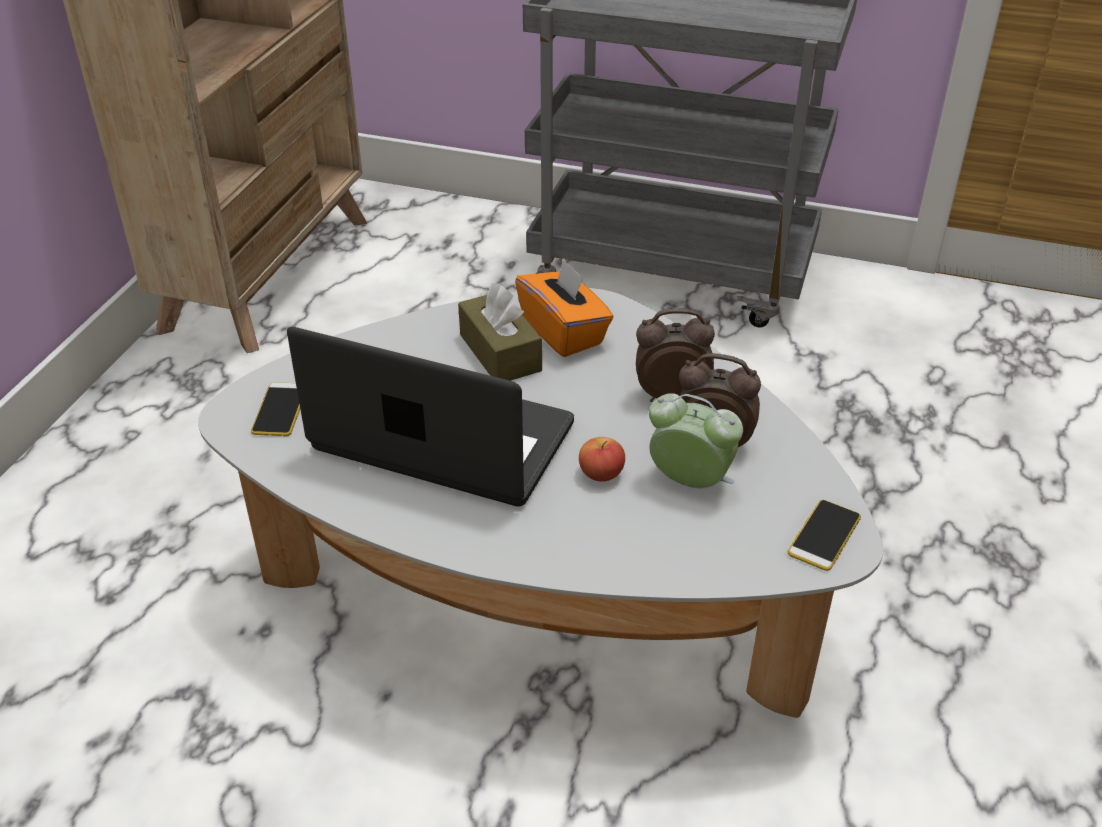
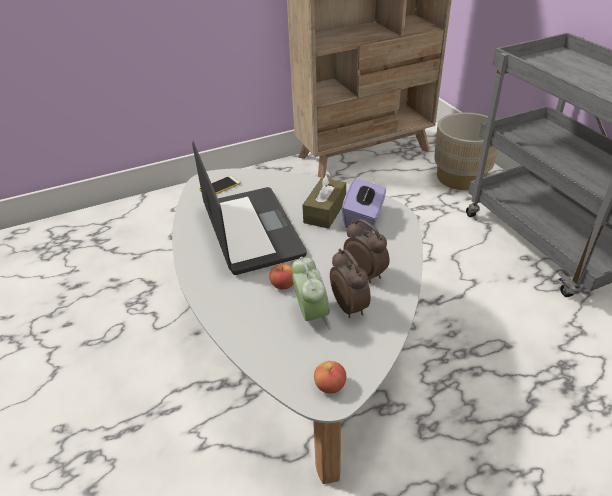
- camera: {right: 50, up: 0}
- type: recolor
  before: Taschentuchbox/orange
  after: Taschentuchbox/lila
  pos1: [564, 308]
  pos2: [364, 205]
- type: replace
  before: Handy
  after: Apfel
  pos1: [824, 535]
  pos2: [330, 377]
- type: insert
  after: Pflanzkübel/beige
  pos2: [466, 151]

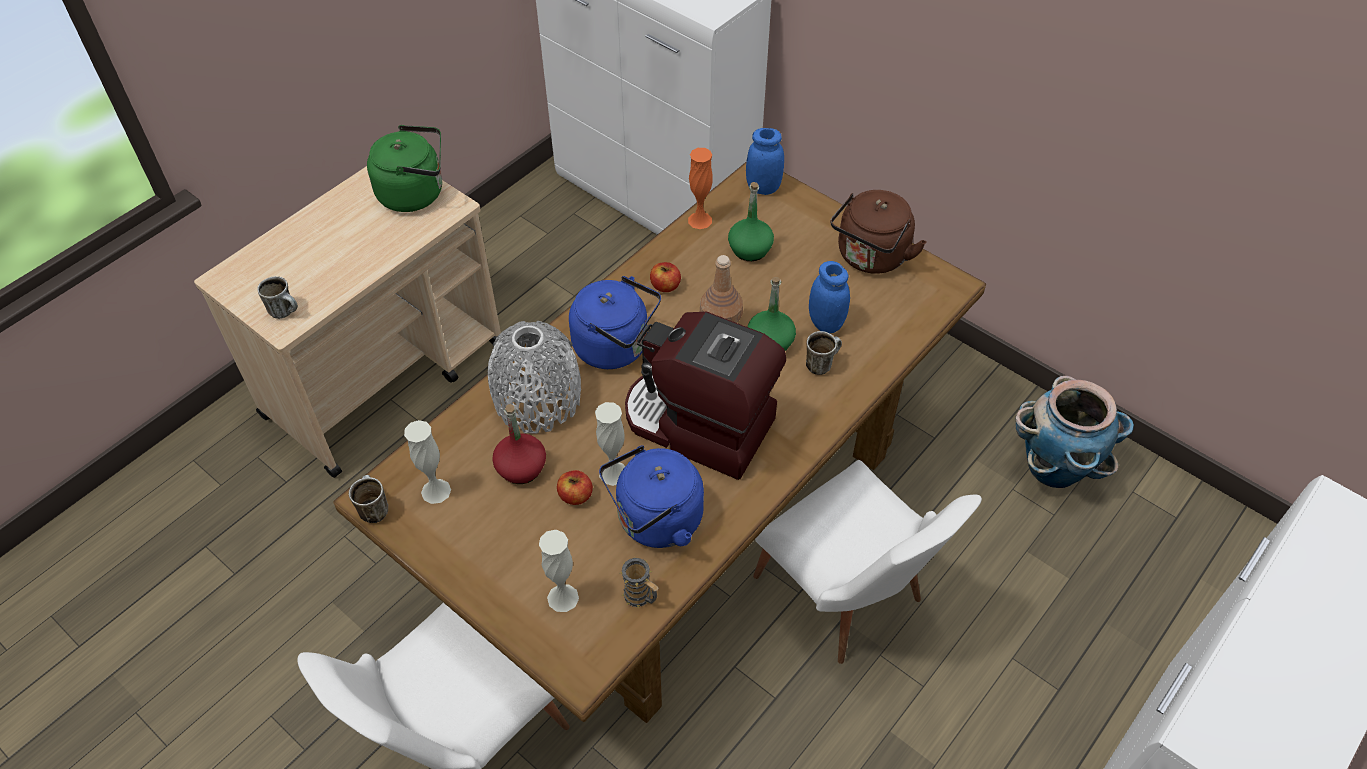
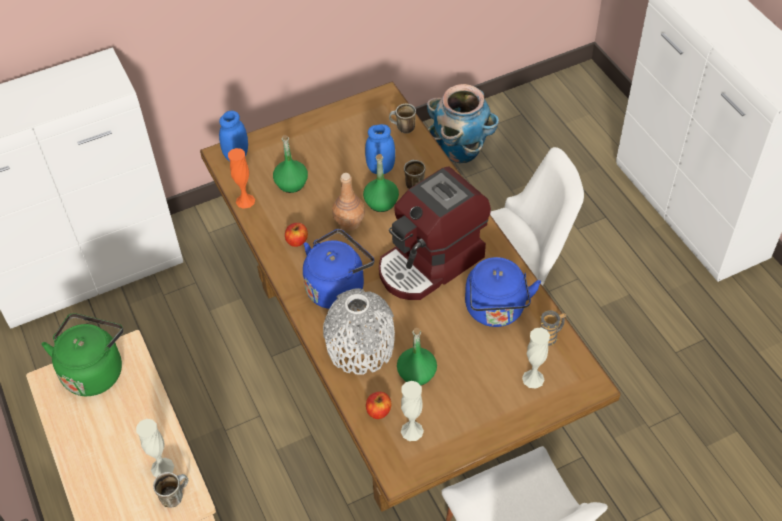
- camera: {right: -65, up: 0}
- type: move
  before: Henkelbecher
  pos1: [368, 499]
  pos2: [402, 118]
- type: recolor
  before: Flasche/rot
  after: Flasche/grün
  pos1: [519, 444]
  pos2: [417, 357]
- type: move
  before: Apfel
  pos1: [575, 487]
  pos2: [379, 405]
- type: move
  before: Vase/weiß
  pos1: [610, 444]
  pos2: [155, 448]
- type: delete
  before: Wasserkessel/braun
  pos1: [878, 232]

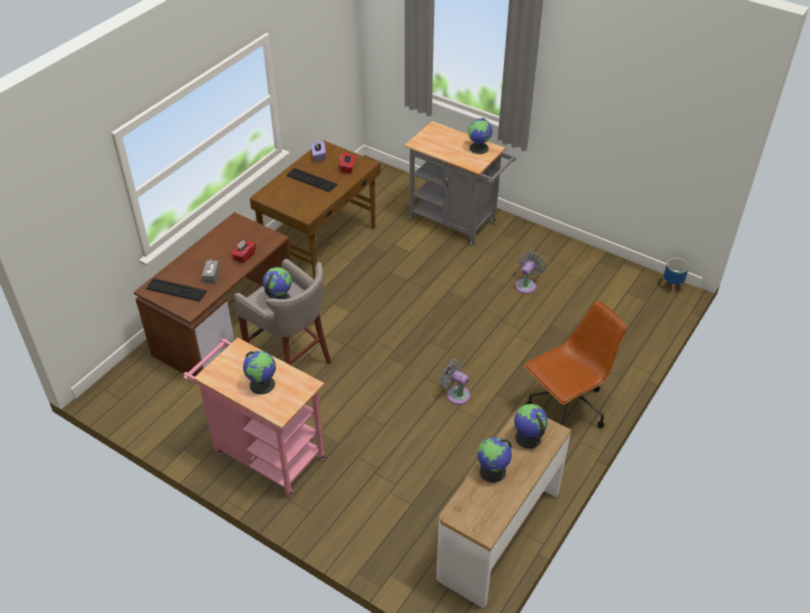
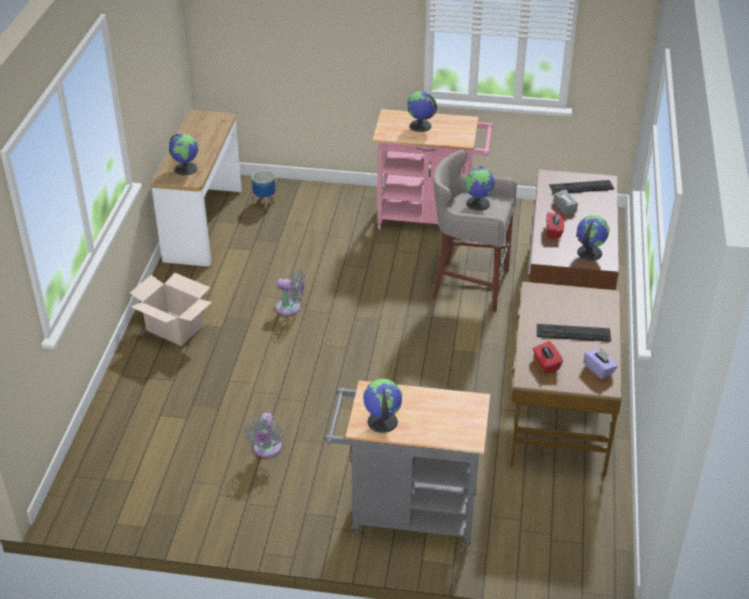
- camera: {right: 155, up: -5}
- type: move
  before: Globus
  pos1: [494, 460]
  pos2: [593, 238]
- type: replace
  before: Bürostuhl/braun
  after: Karton
  pos1: [575, 365]
  pos2: [171, 309]
- type: move
  before: Pflanzkübel
  pos1: [675, 276]
  pos2: [264, 189]

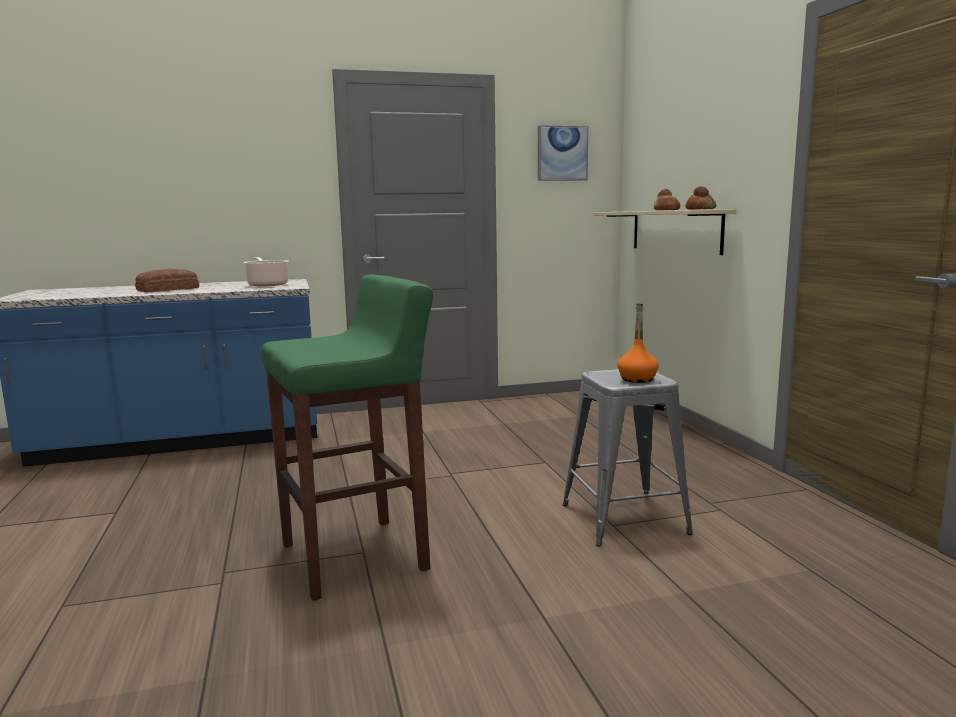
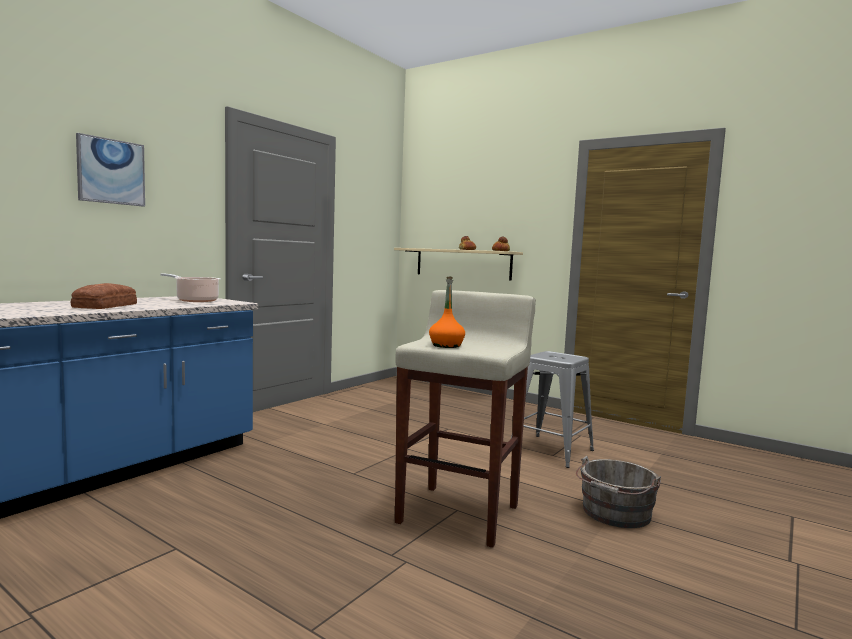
- camera: {right: -40, up: -5}
- type: recolor
  before: Hocker/grün
  after: Hocker/beige
  pos1: [347, 437]
  pos2: [465, 419]
- type: move
  before: Bild
  pos1: [563, 153]
  pos2: [110, 170]
- type: move
  before: Flasche/orange
  pos1: [638, 343]
  pos2: [447, 312]
- type: insert
  after: Eimer/grau
  pos2: [618, 492]

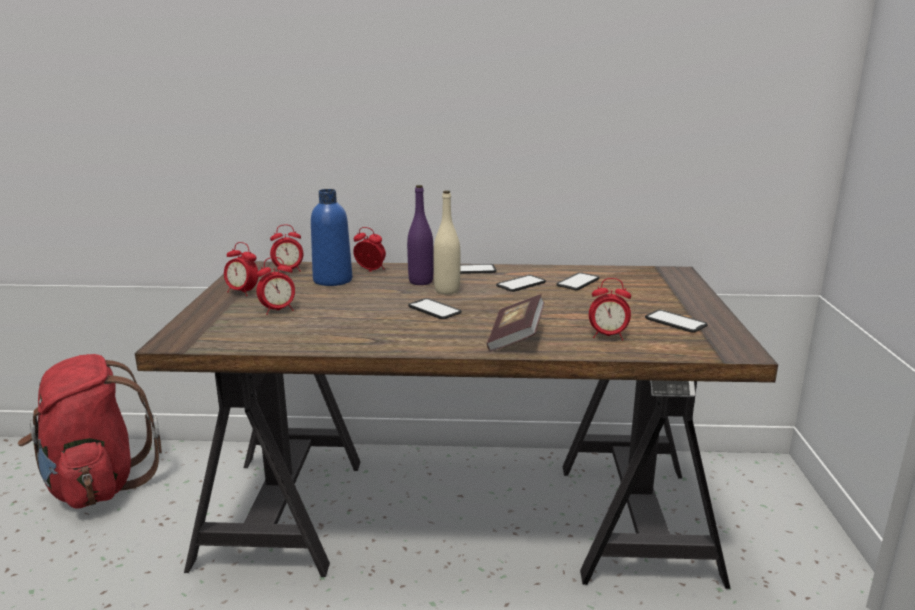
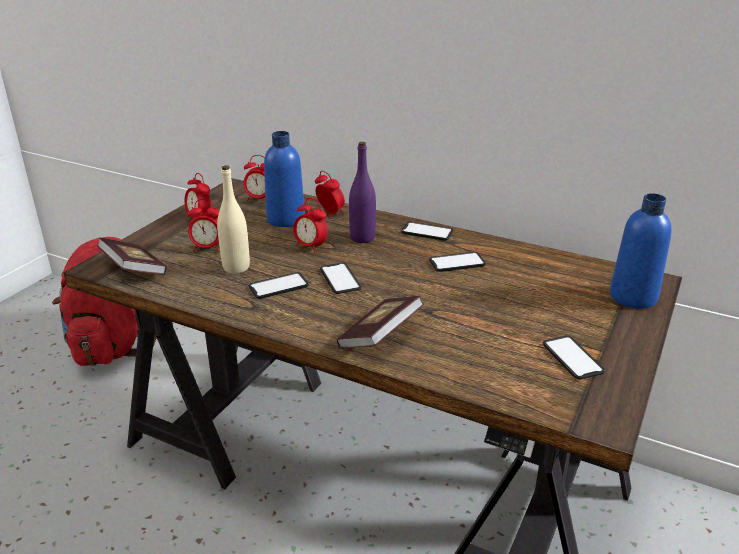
- camera: {right: 25, up: 10}
- type: move
  before: Flasche/beige
  pos1: [447, 242]
  pos2: [233, 219]
- type: move
  before: Handy
  pos1: [577, 281]
  pos2: [278, 285]
- type: move
  before: Wecker
  pos1: [610, 309]
  pos2: [310, 225]
- type: insert
  after: Buch
  pos2: [131, 256]
- type: insert
  after: Flasche/blau
  pos2: [641, 251]

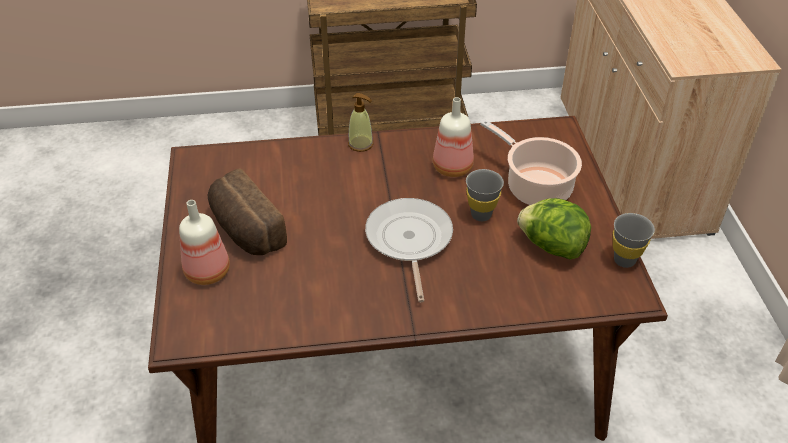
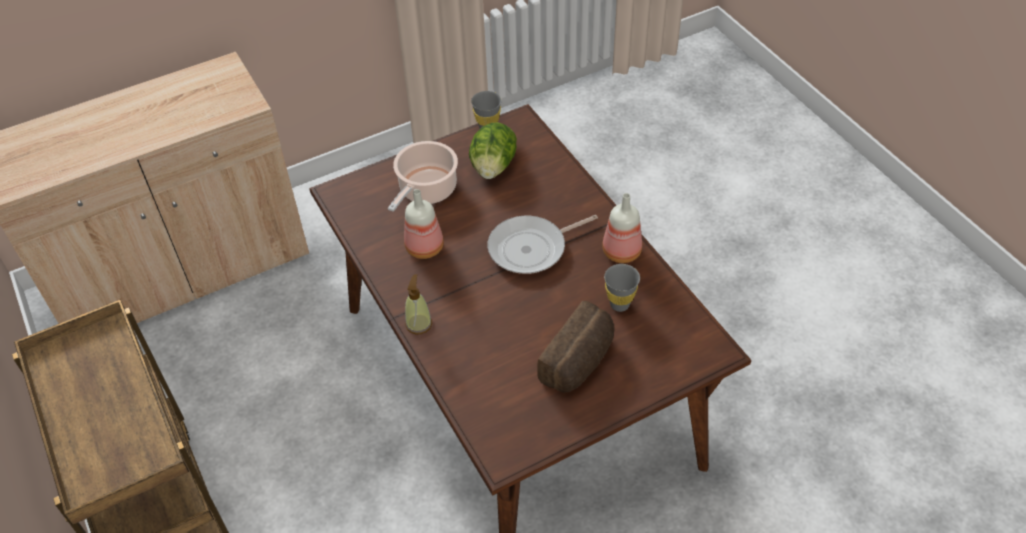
- camera: {right: -110, up: 5}
- type: move
  before: Flasche
  pos1: [204, 242]
  pos2: [622, 228]
- type: move
  before: Tasse/grau
  pos1: [485, 195]
  pos2: [622, 288]

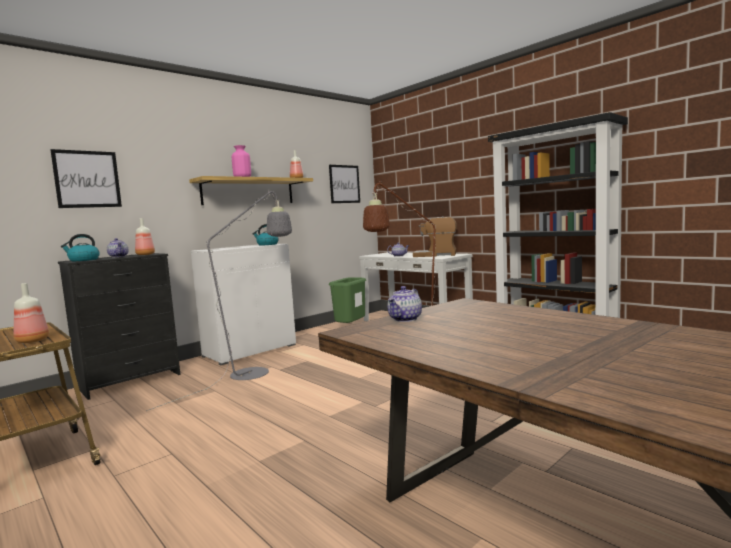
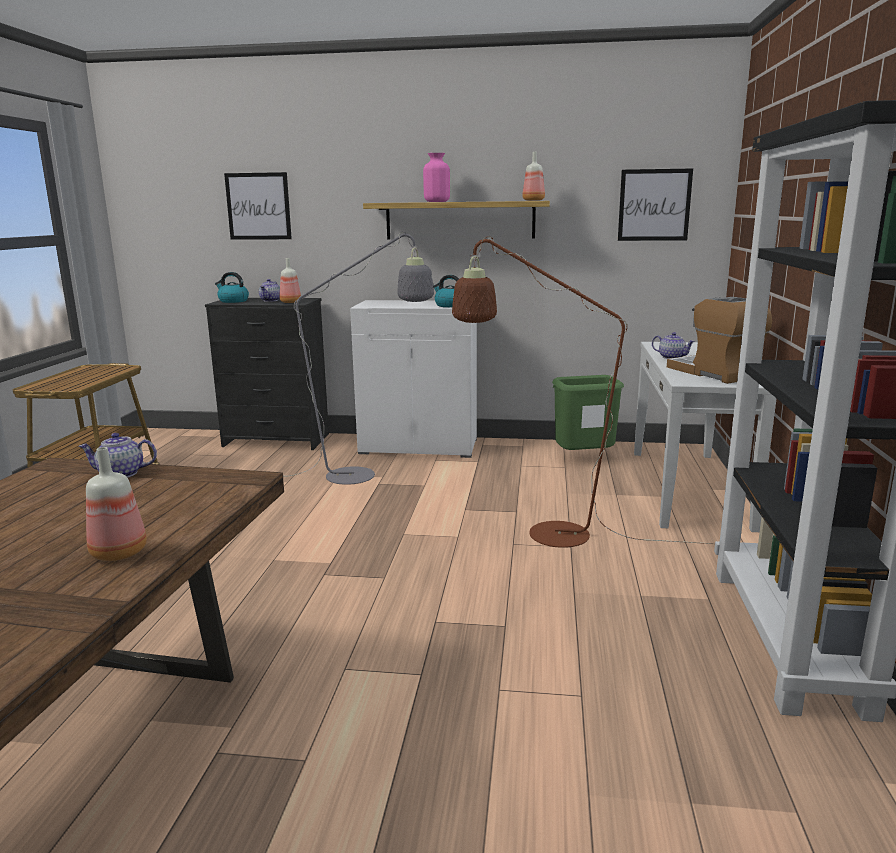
- camera: {right: 50, up: 10}
- type: move
  before: Flasche
  pos1: [31, 313]
  pos2: [116, 504]

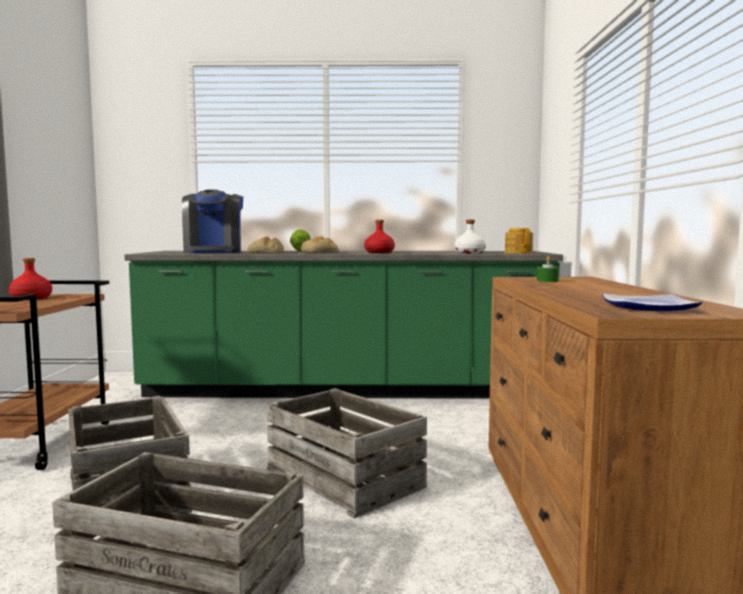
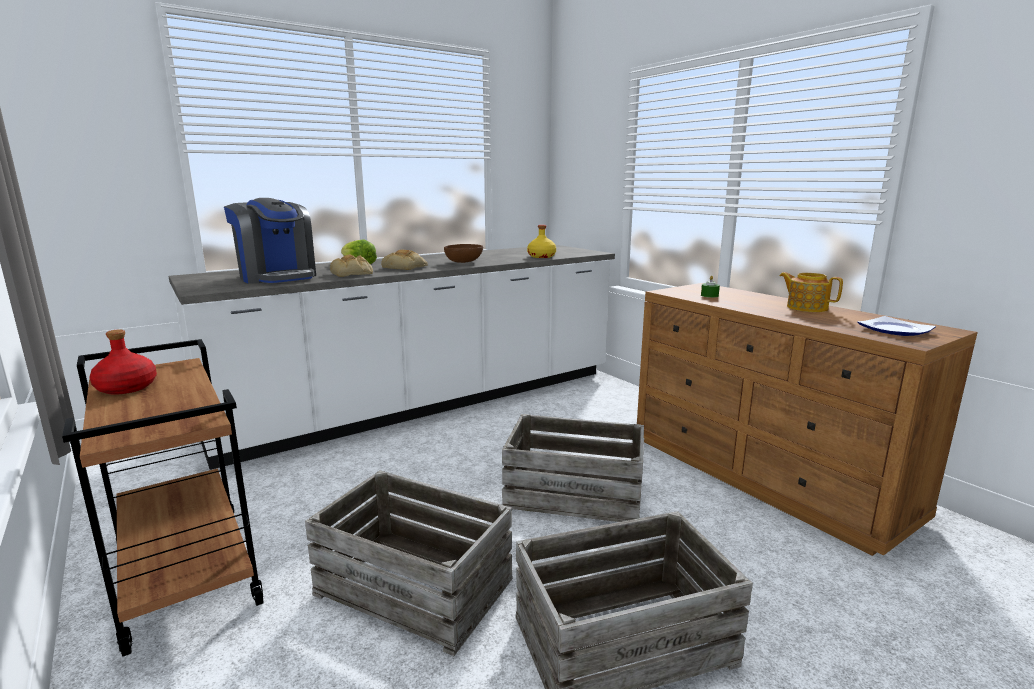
- camera: {right: -35, up: 10}
- type: recolor
  before: Küchenzeile/grün
  after: Küchenzeile/weiß
  pos1: [343, 325]
  pos2: [391, 357]
- type: replace
  before: Flasche/rot
  after: Schüssel/braun
  pos1: [379, 236]
  pos2: [463, 253]
- type: recolor
  before: Flasche/weiß
  after: Flasche/gelb
  pos1: [470, 237]
  pos2: [541, 241]
- type: move
  before: Teekanne
  pos1: [519, 241]
  pos2: [811, 292]

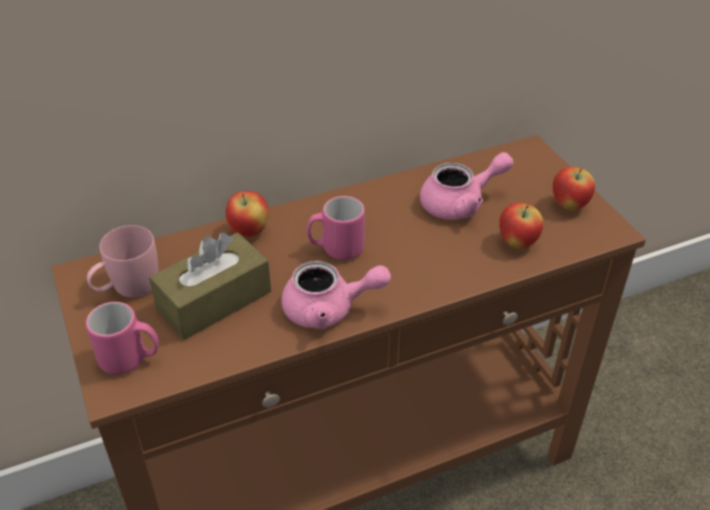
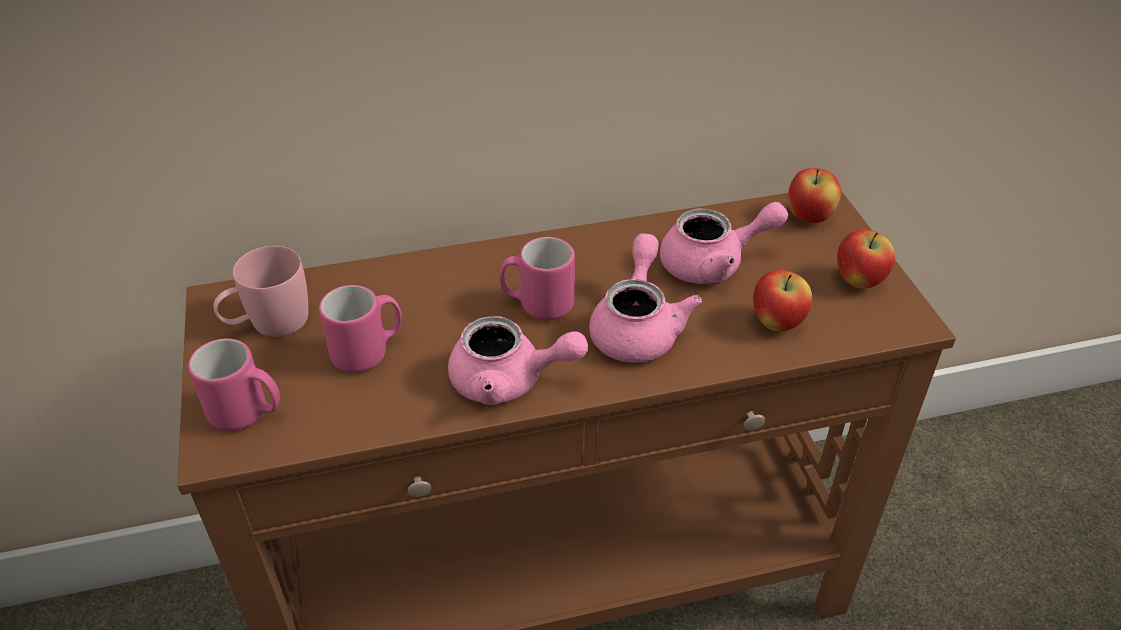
- camera: {right: 10, up: 0}
- type: replace
  before: Taschentuchbox/braun
  after: Henkelbecher/rosa
  pos1: [210, 286]
  pos2: [360, 329]
- type: move
  before: Apfel
  pos1: [247, 214]
  pos2: [814, 196]
- type: insert
  after: Teekanne/rosa
  pos2: [645, 298]

